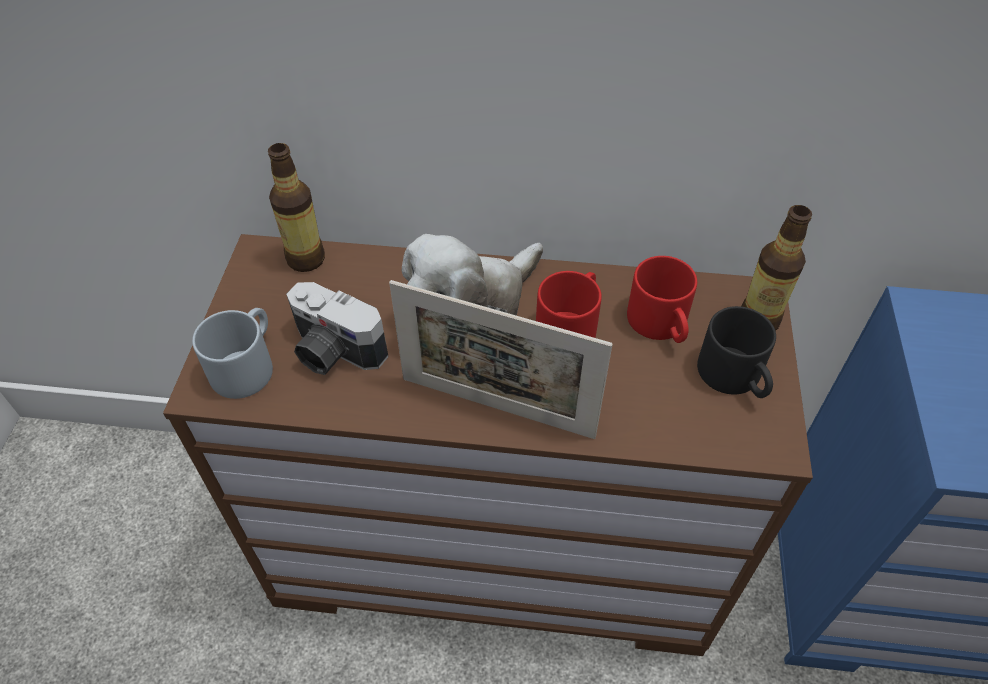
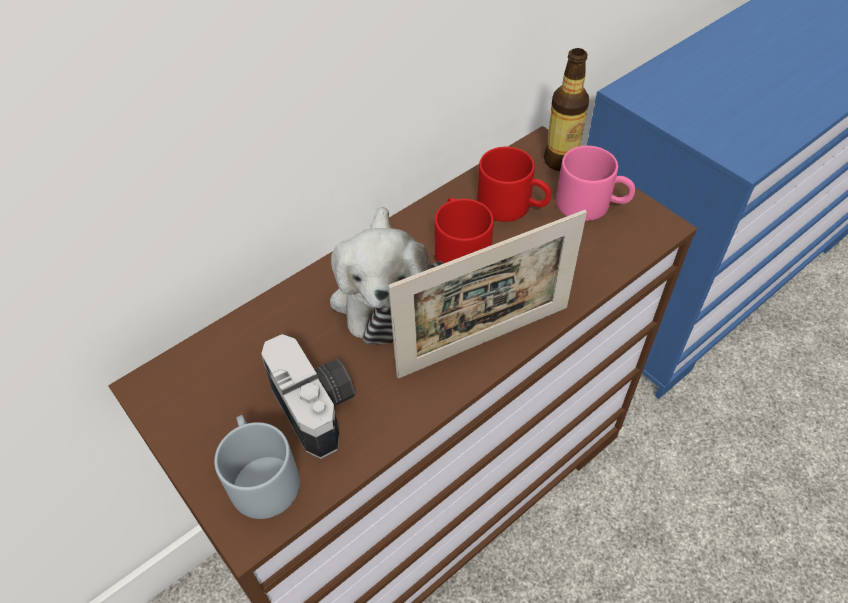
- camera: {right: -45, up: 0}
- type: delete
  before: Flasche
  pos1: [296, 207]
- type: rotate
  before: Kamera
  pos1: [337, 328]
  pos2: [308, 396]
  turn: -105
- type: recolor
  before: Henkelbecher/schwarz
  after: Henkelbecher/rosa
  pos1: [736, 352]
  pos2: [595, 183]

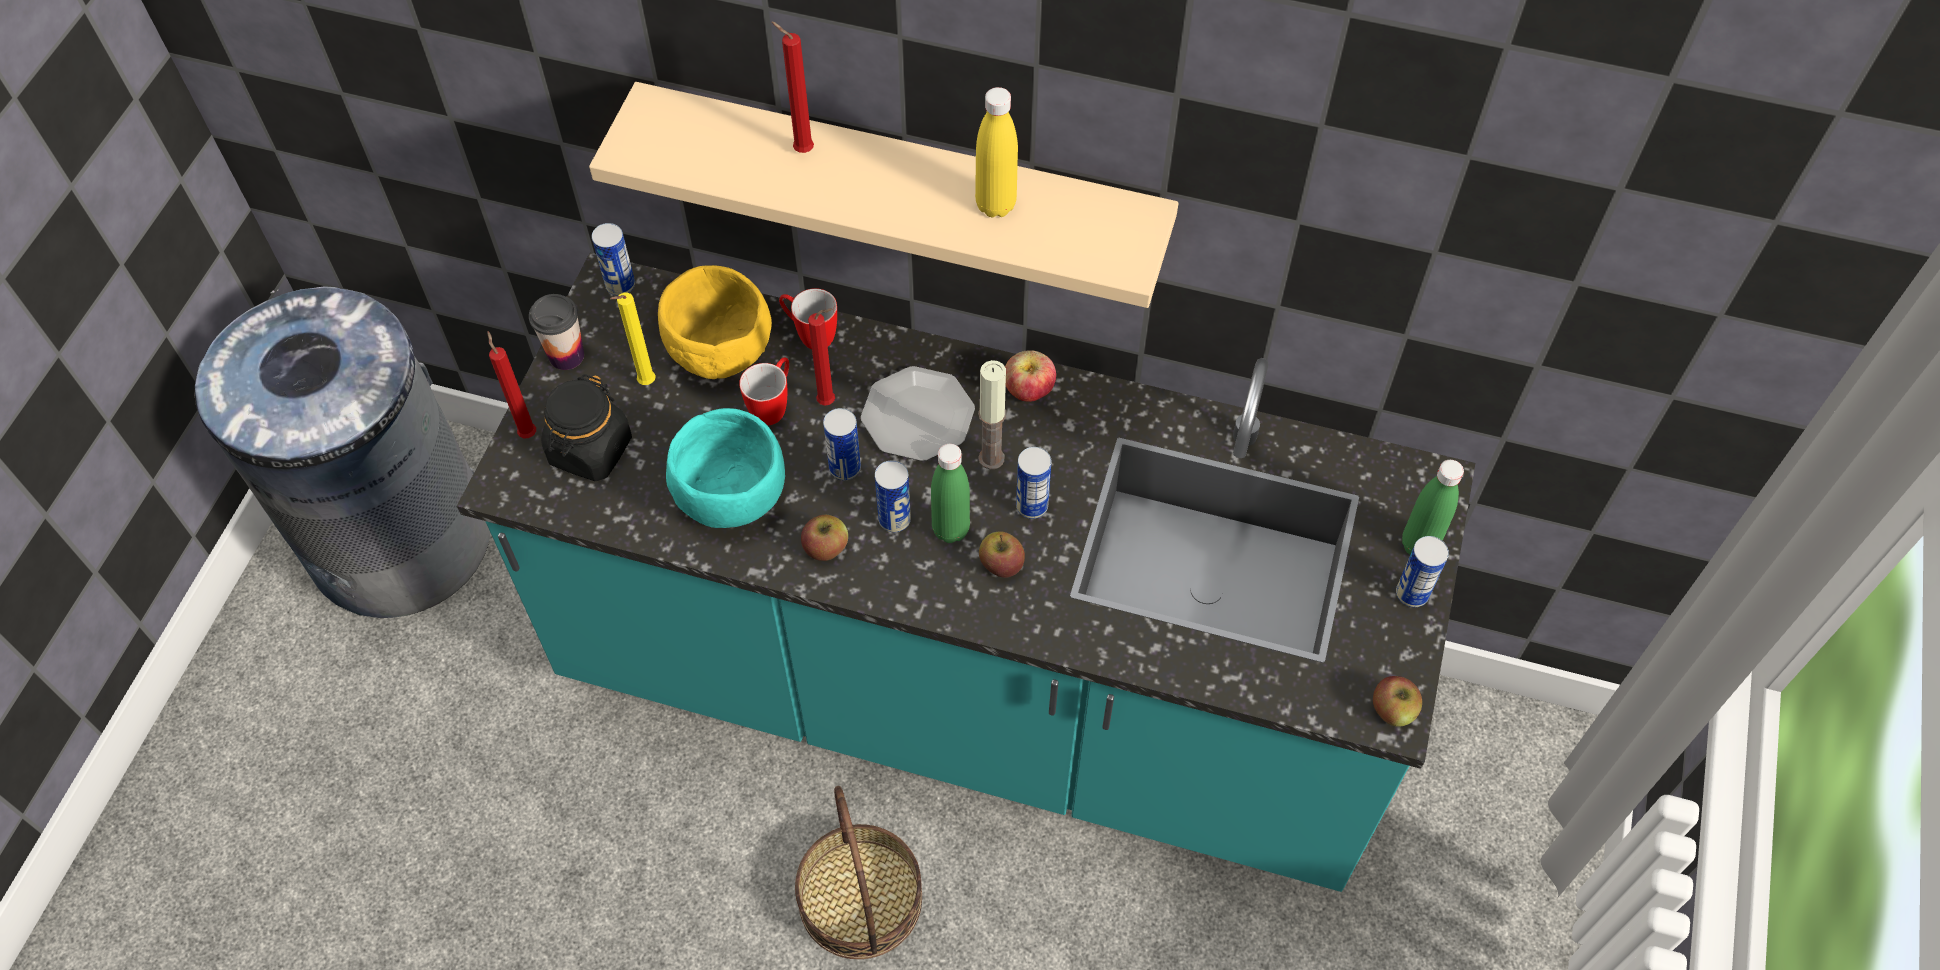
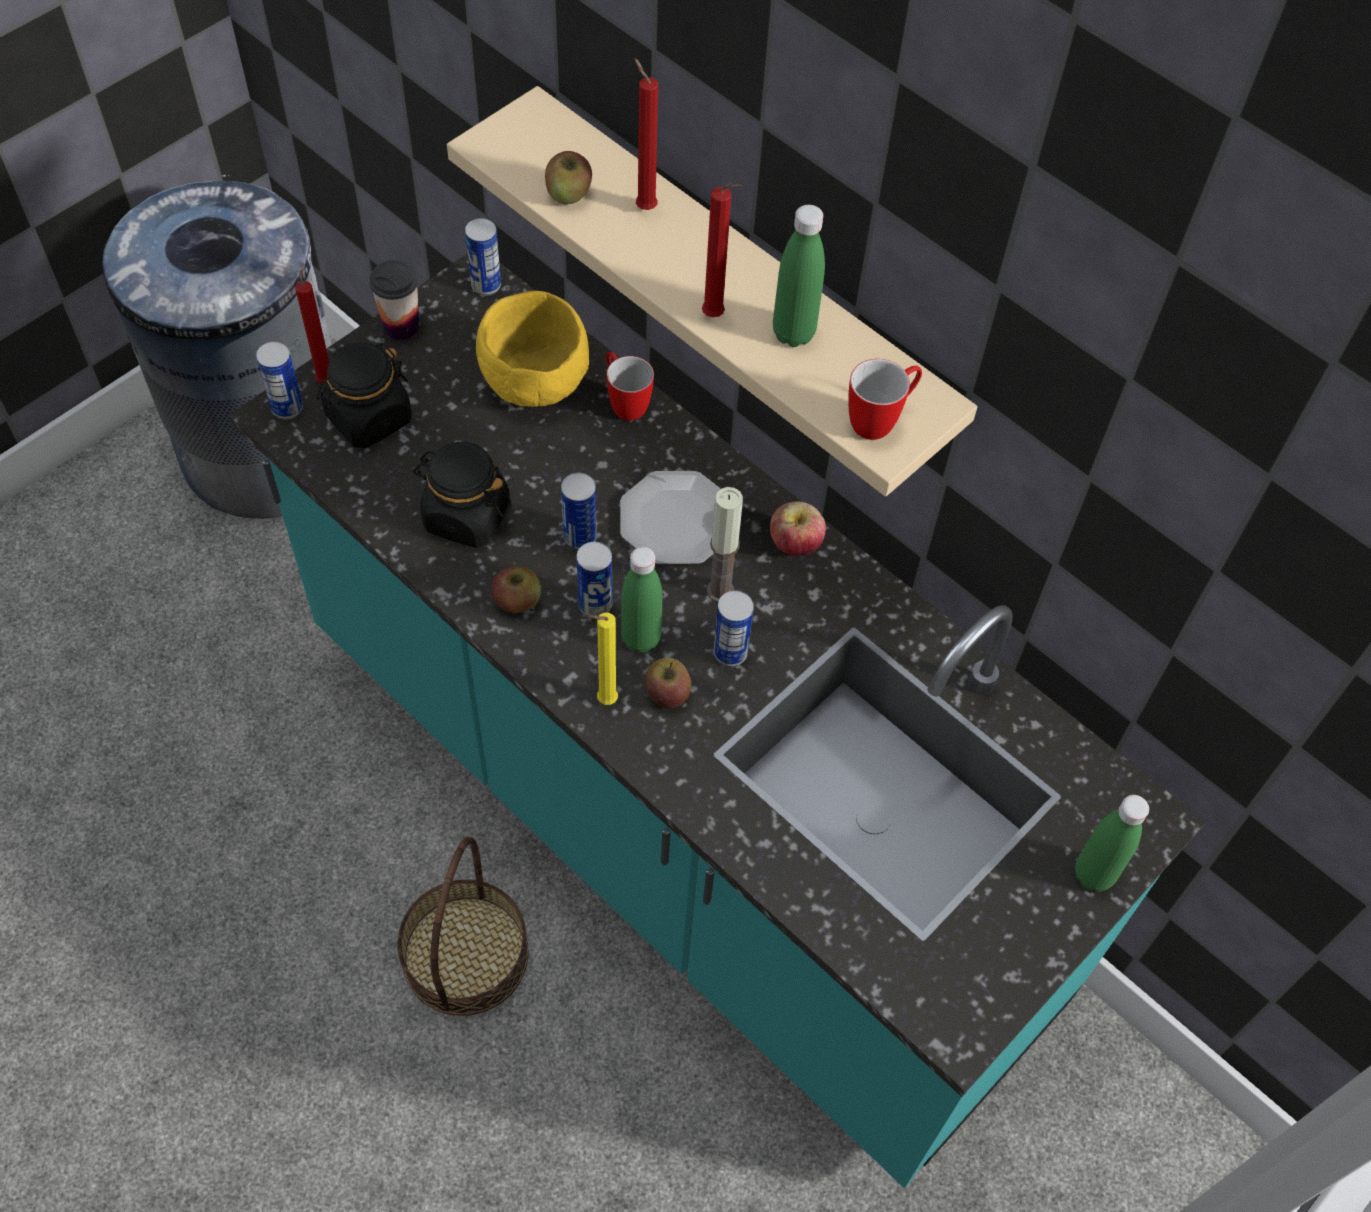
- camera: {right: 25, up: 0}
- type: move
  before: Kerze/gelb
  pos1: [633, 339]
  pos2: [603, 659]
- type: replace
  before: Schüssel/türkis
  after: Vorratsglas/schwarz
  pos1: [725, 468]
  pos2: [462, 495]
- type: move
  before: Henkelbecher
  pos1: [764, 391]
  pos2: [885, 399]
- type: move
  before: Kerze/rot
  pos1: [821, 357]
  pos2: [721, 250]
- type: recolor
  before: Flasche/gelb
  after: Flasche/grün
  pos1: [996, 152]
  pos2: [799, 276]
- type: move
  before: Apfel
  pos1: [1397, 701]
  pos2: [568, 177]
- type: move
  before: Dose
  pos1: [1422, 571]
  pos2: [279, 380]

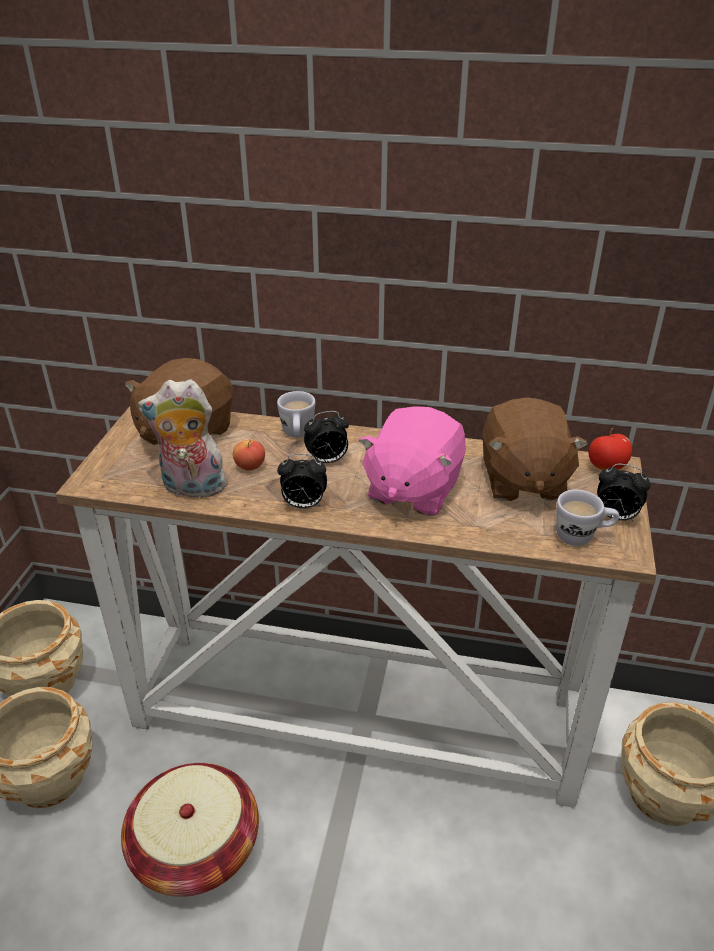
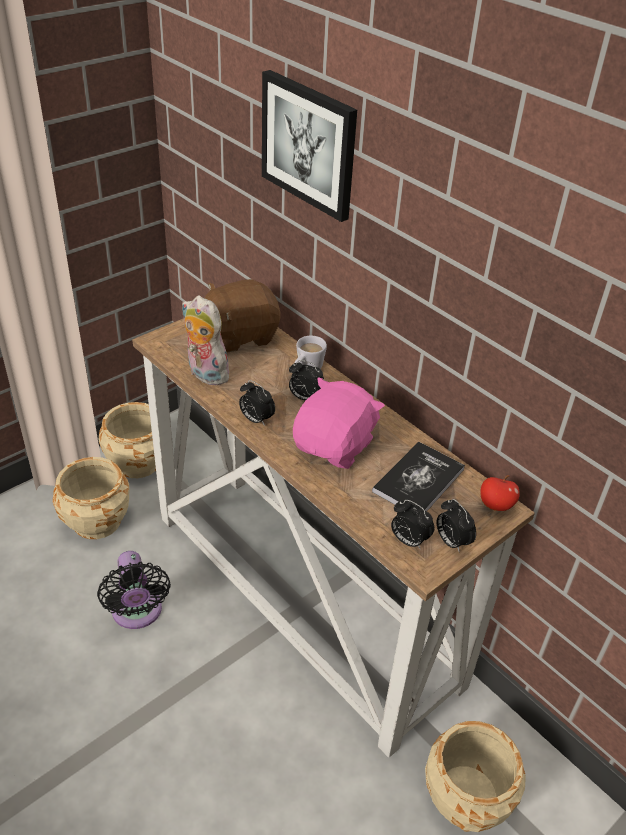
- camera: {right: 35, up: 5}
- type: replace
  before: Korb
  after: Ventilator/schwarz
  pos1: [190, 830]
  pos2: [134, 590]
- type: delete
  before: Apfel
  pos1: [249, 455]
- type: rotate
  before: Plüschtier/rosa
  pos1: [412, 461]
  pos2: [339, 423]
  turn: 150
- type: replace
  before: Plüschtier/braun
  after: Buch
  pos1: [535, 449]
  pos2: [418, 476]
- type: replace
  before: Henkelbecher/weiß
  after: Wecker
  pos1: [587, 518]
  pos2: [412, 524]
- type: insert
  after: Bild
  pos2: [309, 146]

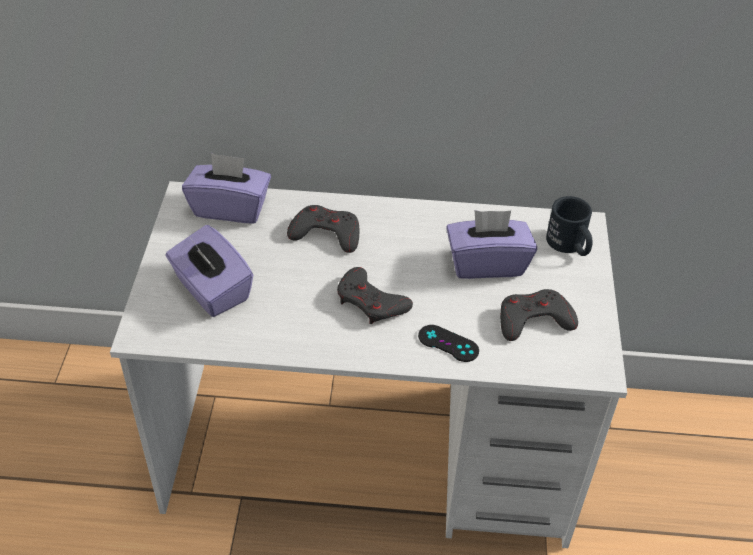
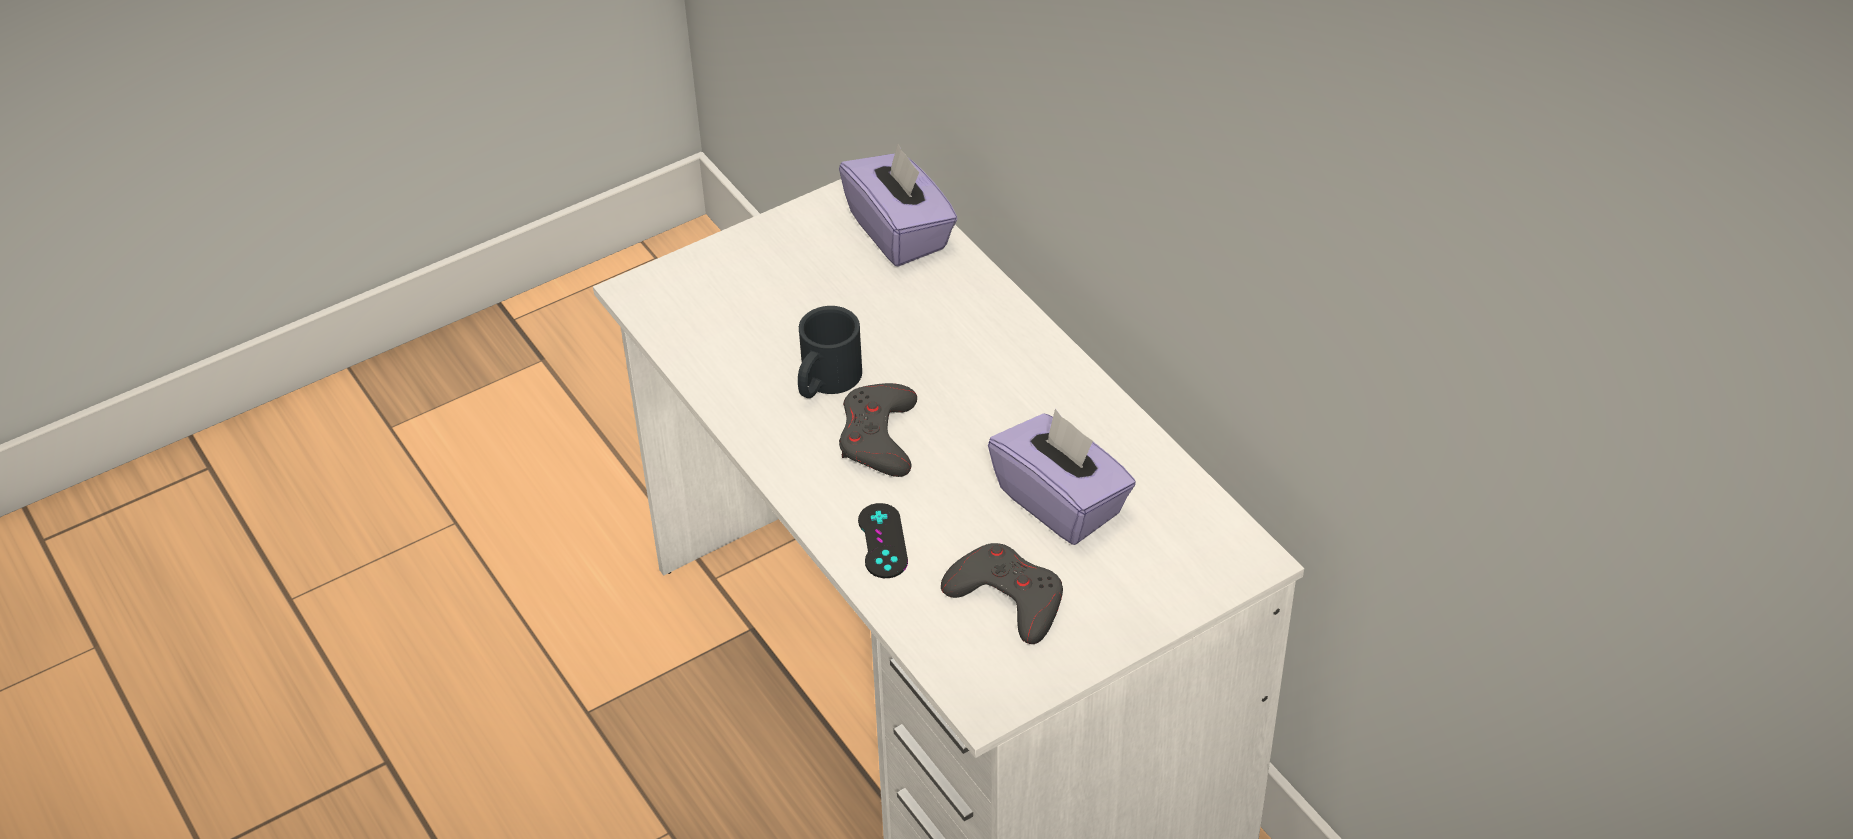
- camera: {right: 55, up: 0}
- type: delete
  before: Taschentuchbox/lila
  pos1: [209, 271]
- type: delete
  before: Gamepad/grau
  pos1: [323, 229]
- type: move
  before: Henkelbecher/schwarz
  pos1: [569, 226]
  pos2: [830, 352]

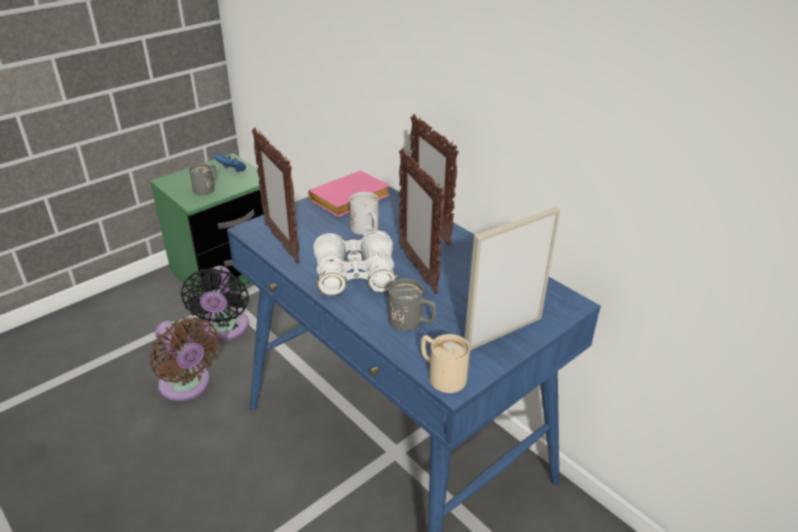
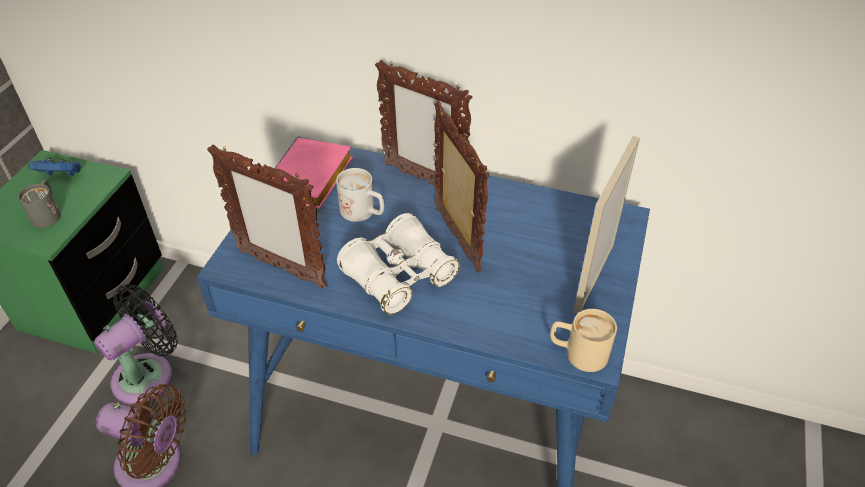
- camera: {right: -30, up: 10}
- type: rotate
  before: Ventilator/schwarz
  pos1: [215, 303]
  pos2: [136, 344]
  turn: -105
- type: delete
  before: Henkelbecher/grau
  pos1: [412, 304]
- type: rotate
  before: Bilderrahmen
  pos1: [422, 221]
  pos2: [462, 186]
  turn: -150

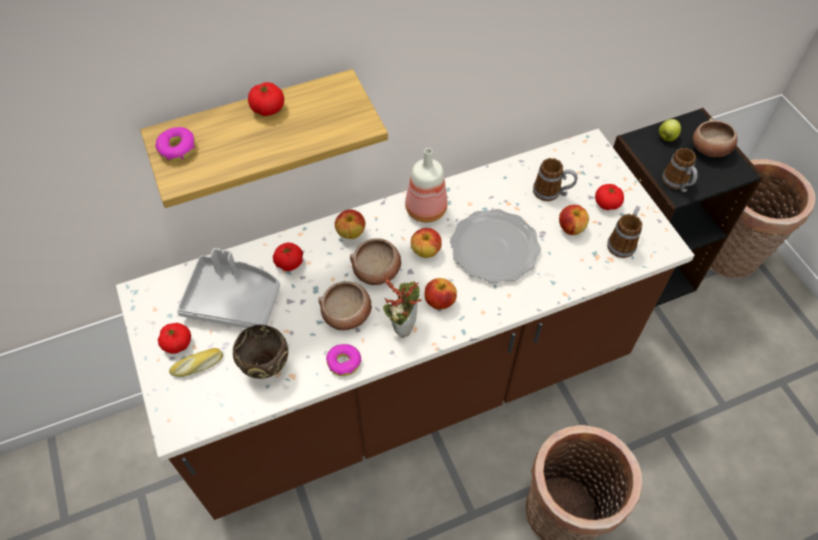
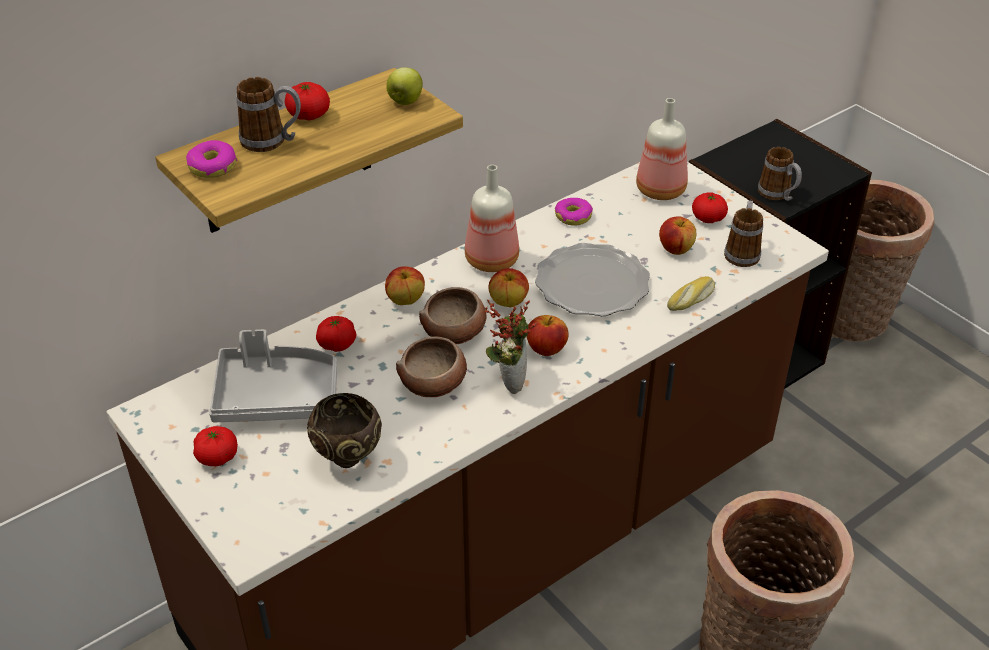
- camera: {right: -15, up: -15}
- type: move
  before: Brot
  pos1: [196, 362]
  pos2: [691, 293]
- type: move
  before: Donut
  pos1: [344, 360]
  pos2: [574, 212]
- type: move
  before: Henkelbecher
  pos1: [555, 179]
  pos2: [268, 114]
- type: move
  before: Apfel
  pos1: [670, 130]
  pos2: [404, 86]
- type: delete
  before: Schüssel
  pos1: [714, 137]
- type: insert
  after: Flasche
  pos2: [662, 149]

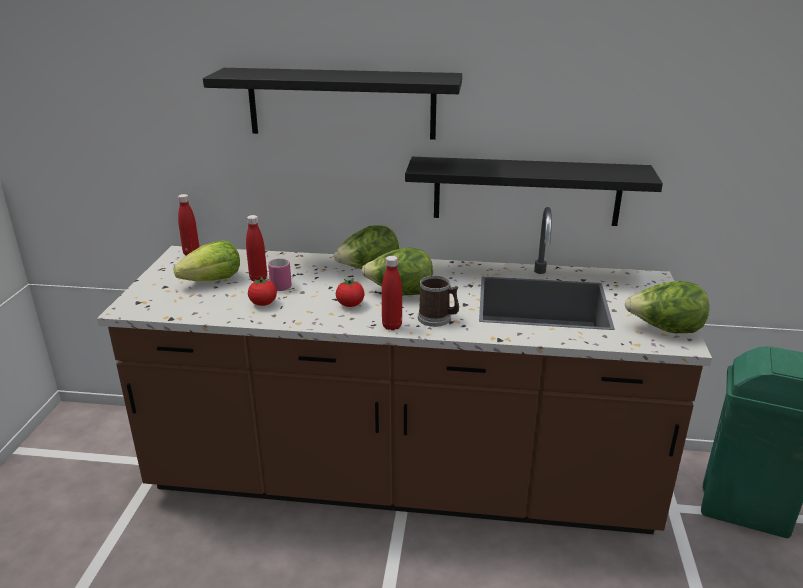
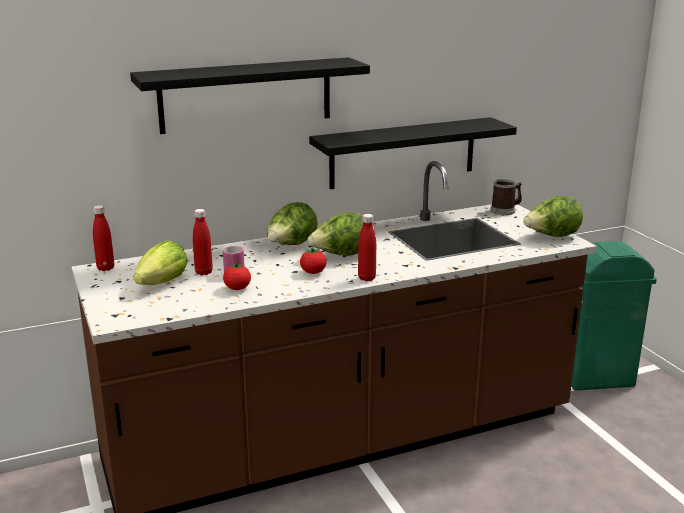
- camera: {right: -30, up: -5}
- type: move
  before: Henkelbecher
  pos1: [438, 301]
  pos2: [506, 197]

